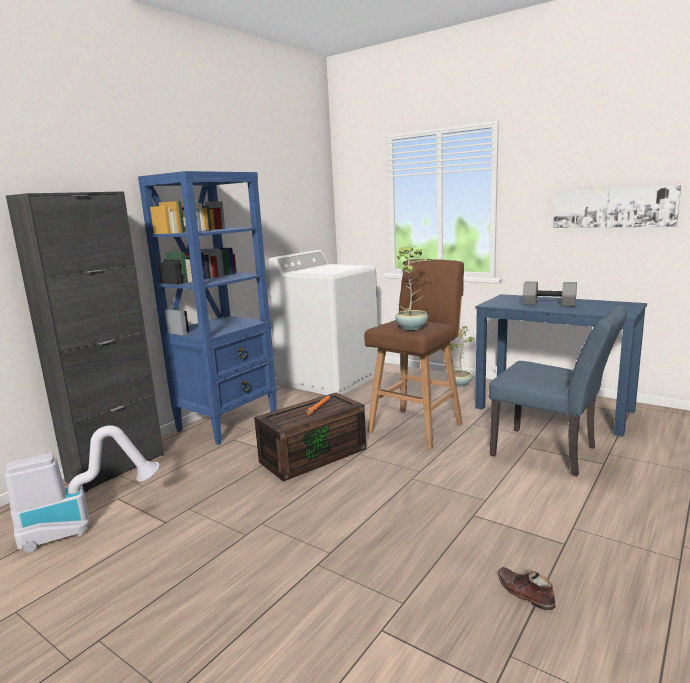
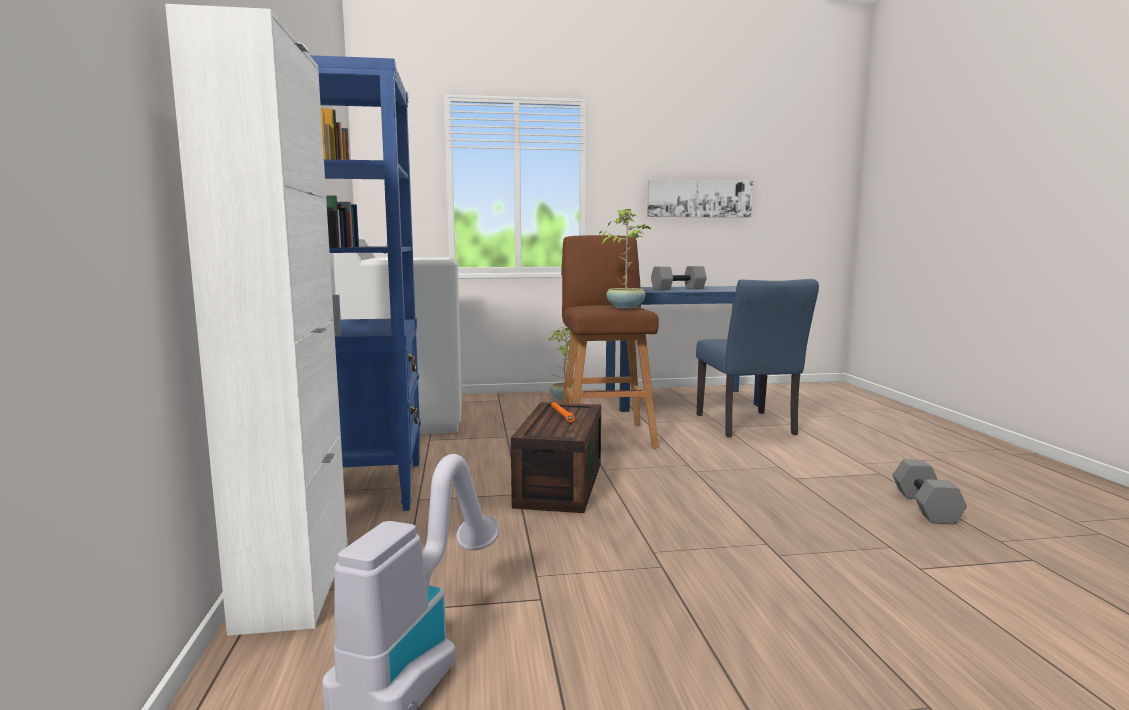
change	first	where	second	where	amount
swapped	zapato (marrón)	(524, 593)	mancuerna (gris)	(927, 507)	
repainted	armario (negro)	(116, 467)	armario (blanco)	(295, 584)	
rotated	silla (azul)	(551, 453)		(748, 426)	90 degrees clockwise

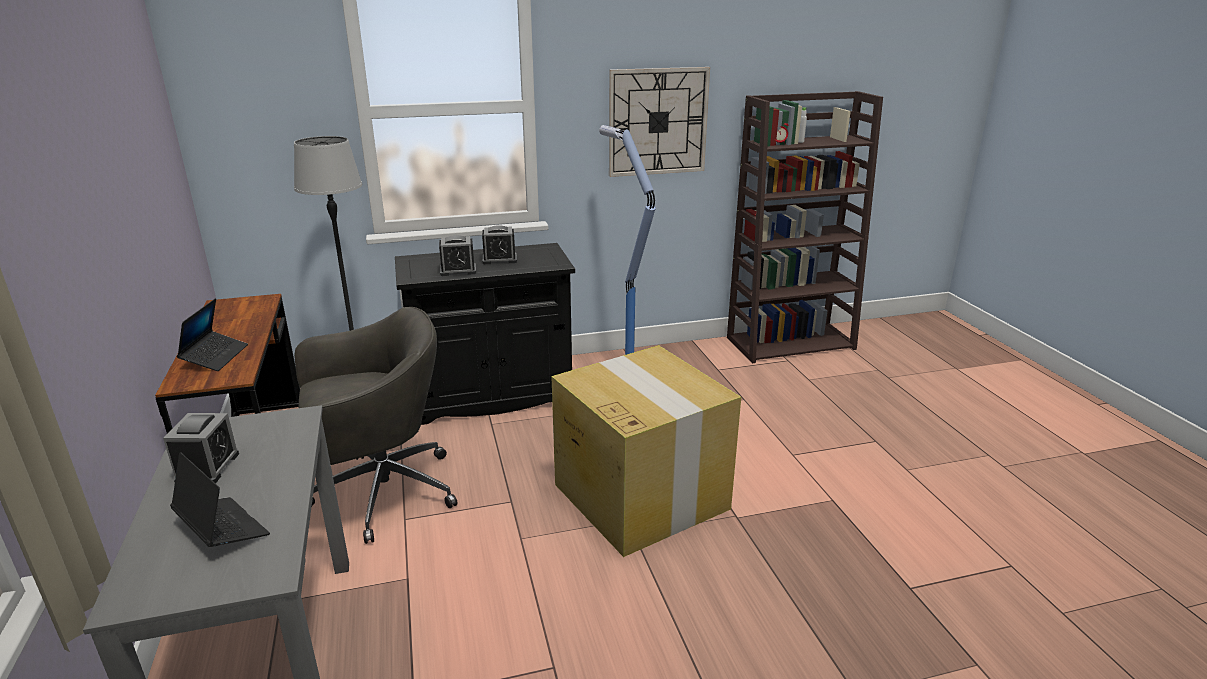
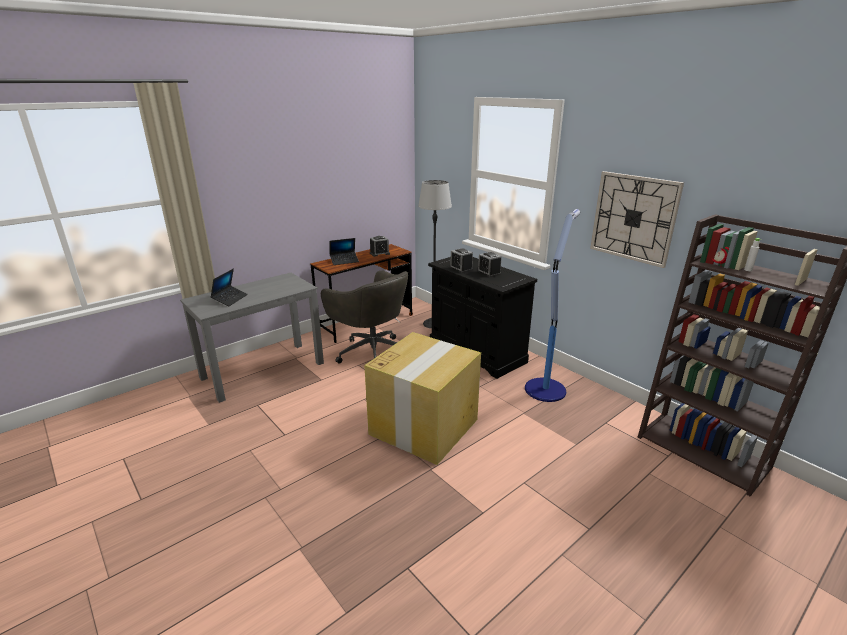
change	first	where	second	where	amount
shifted	despertador	(208, 467)		(379, 253)	

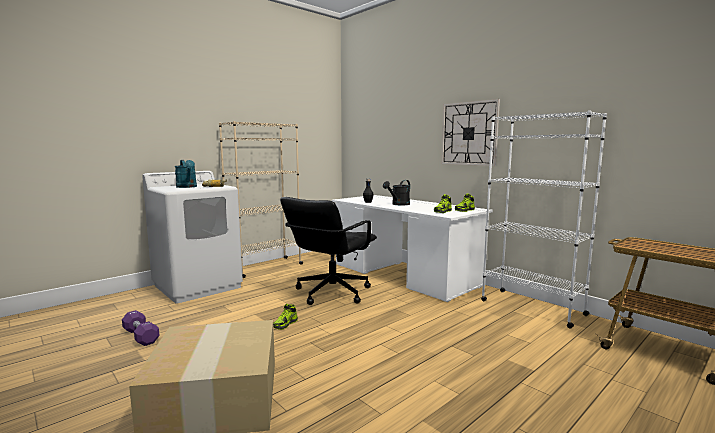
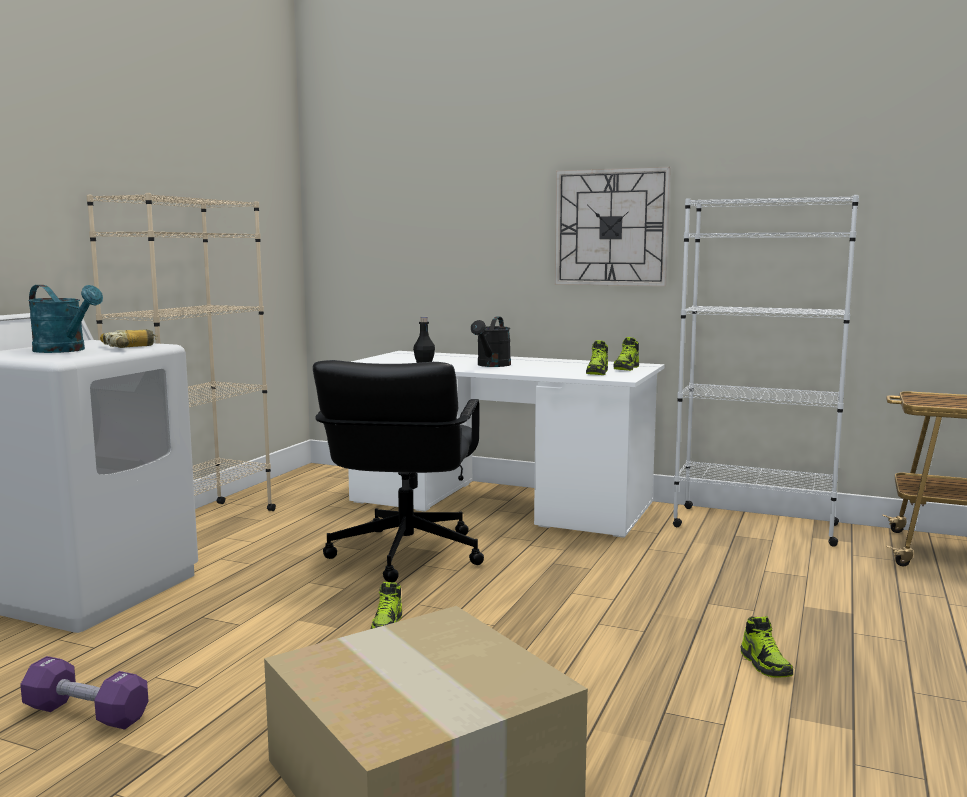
change	first	where	second	where	amount
new			zapato	(765, 665)	

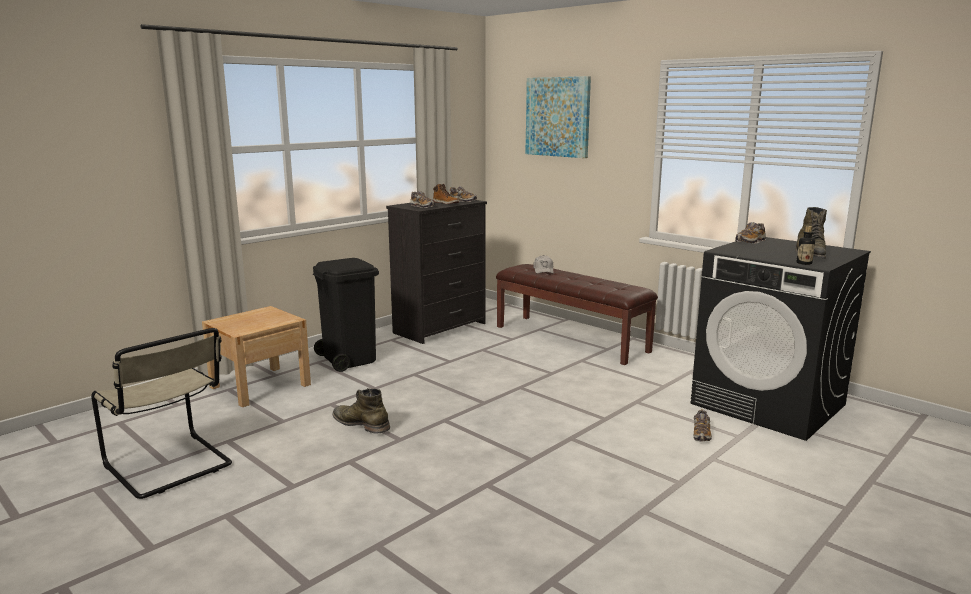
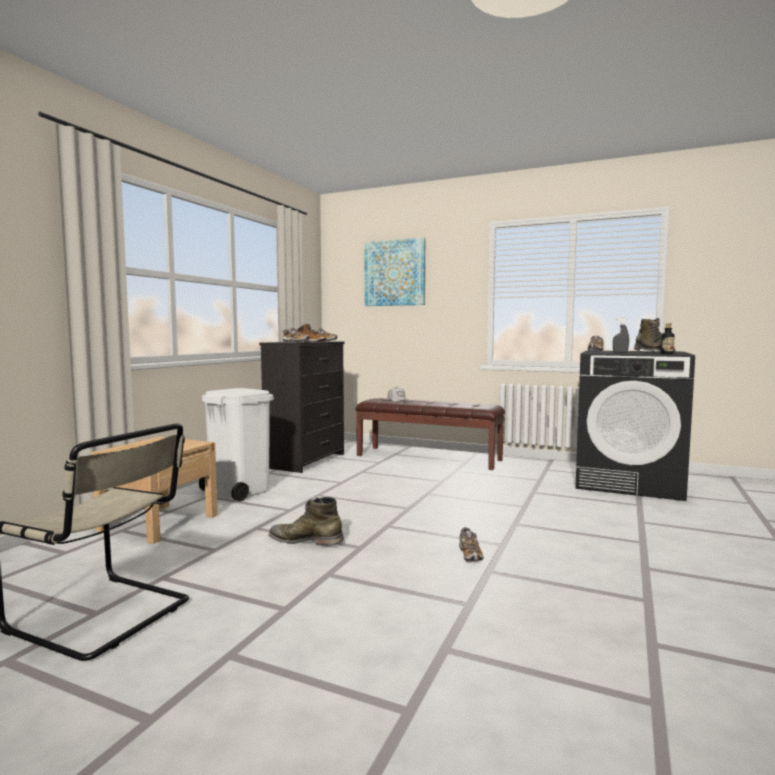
change	first	where	second	where	amount
new			pulverizador (gris)	(620, 352)	
shifted	zapato	(701, 434)		(470, 555)	
repainted	papelera (negro)	(349, 359)	papelera (blanco)	(238, 491)	

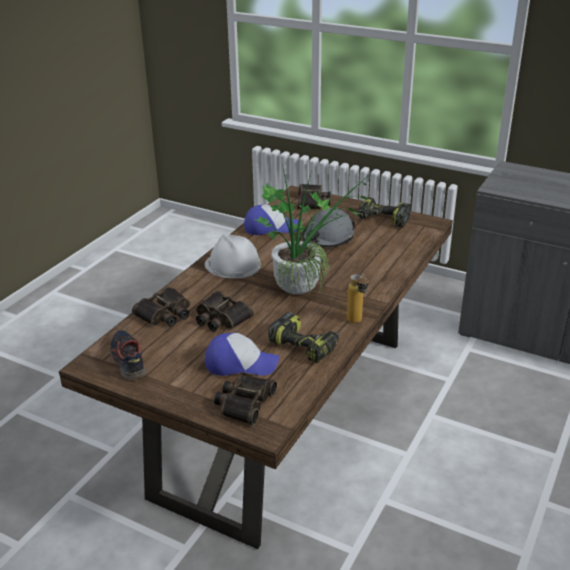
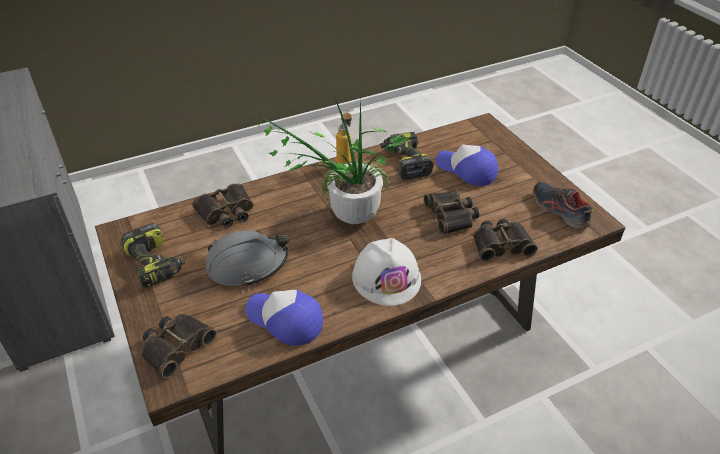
change	first	where	second	where	amount
shifted	prismáticos	(244, 403)		(226, 212)	
rotated	zapato	(127, 360)		(559, 210)	135 degrees clockwise

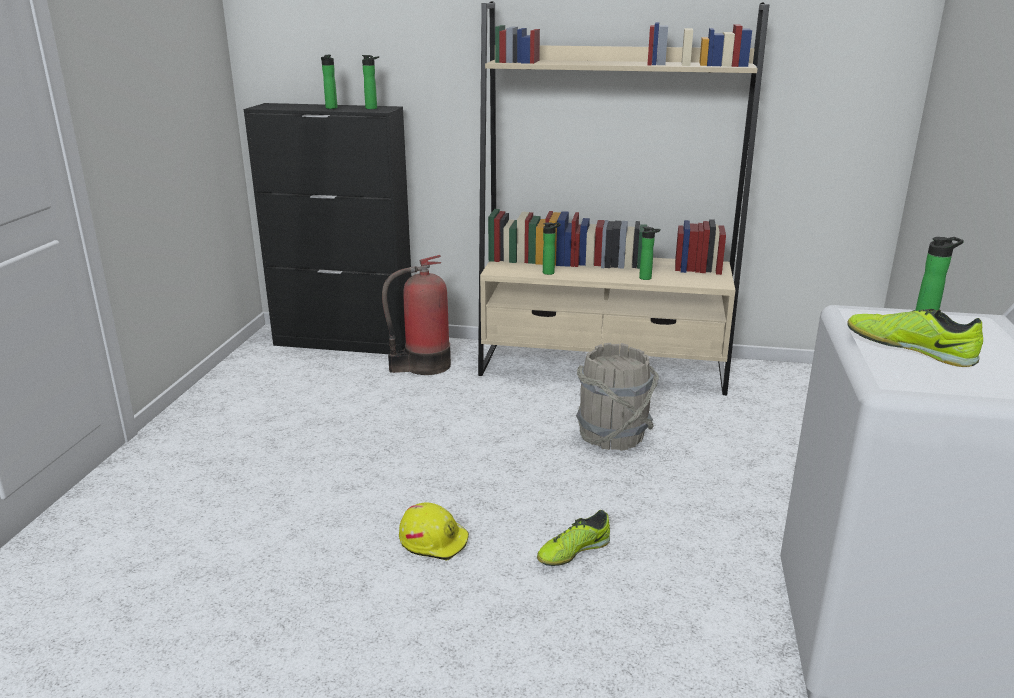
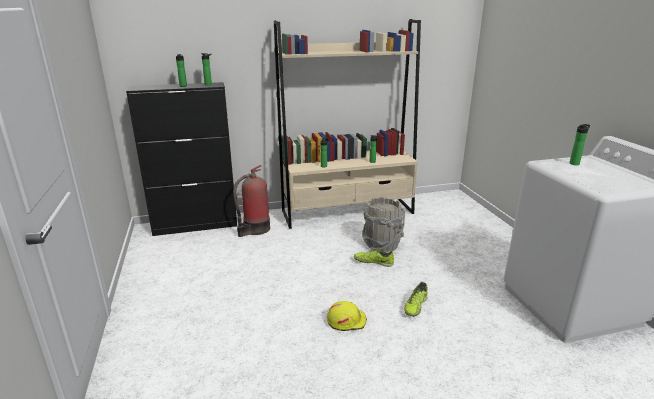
change	first	where	second	where	amount
shifted	zapato	(909, 349)		(373, 262)	

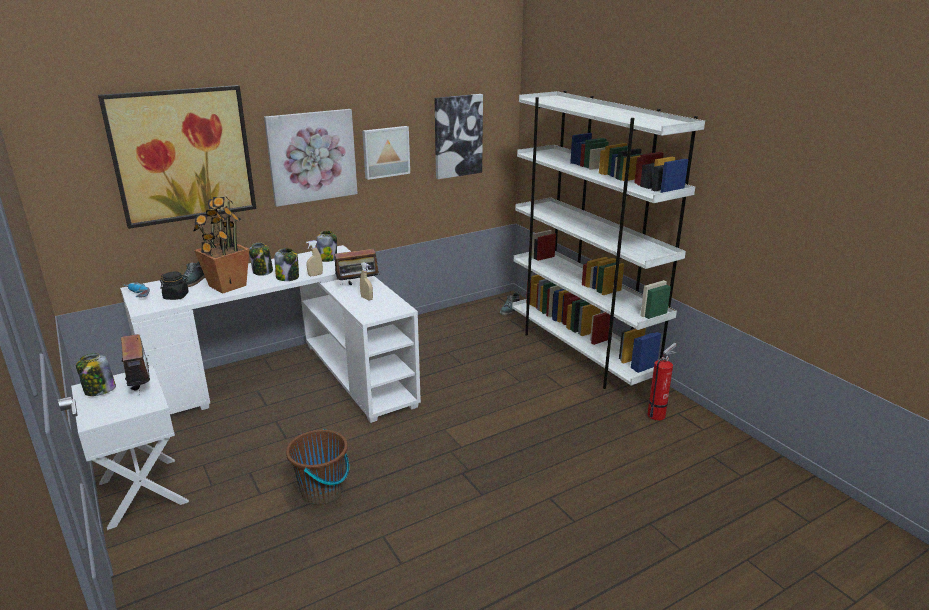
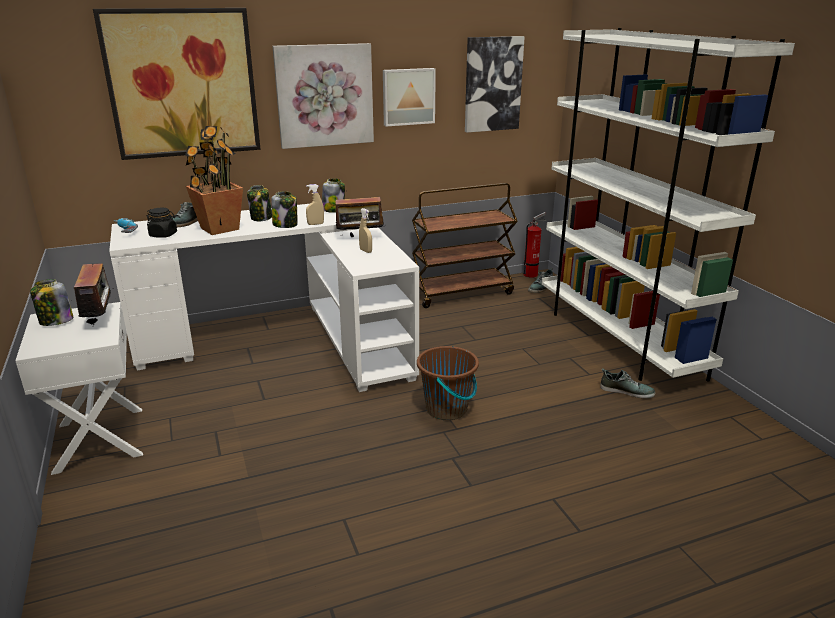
change	first	where	second	where	amount
new			carrito (marrón)	(461, 293)	
new			zapato	(626, 391)	
shifted	cubo (marrón)	(322, 491)		(447, 409)	
shifted	extintor	(657, 414)		(532, 274)	

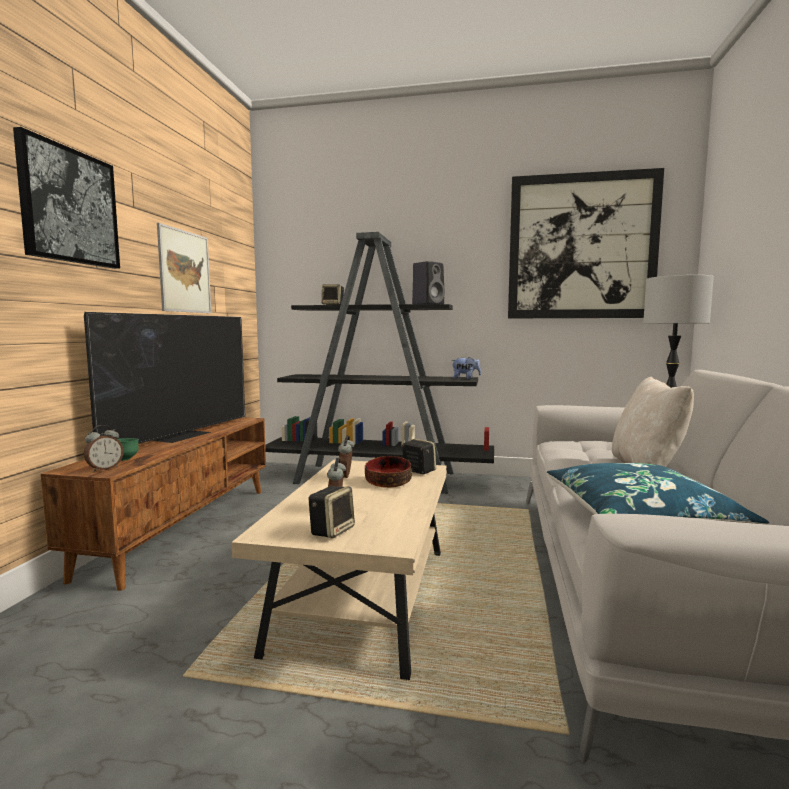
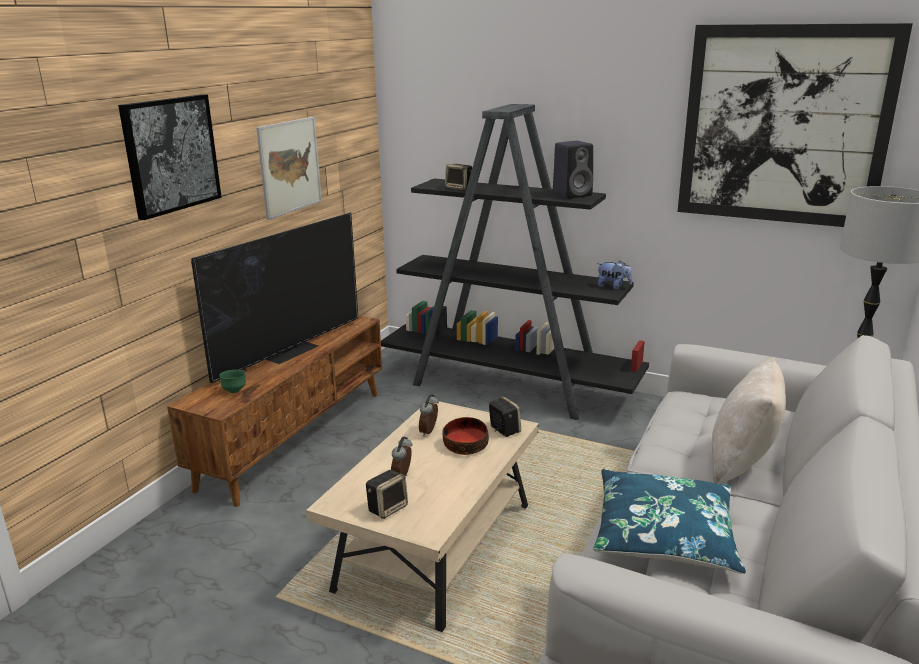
change	first	where	second	where	amount
gone	despertador	(104, 468)			

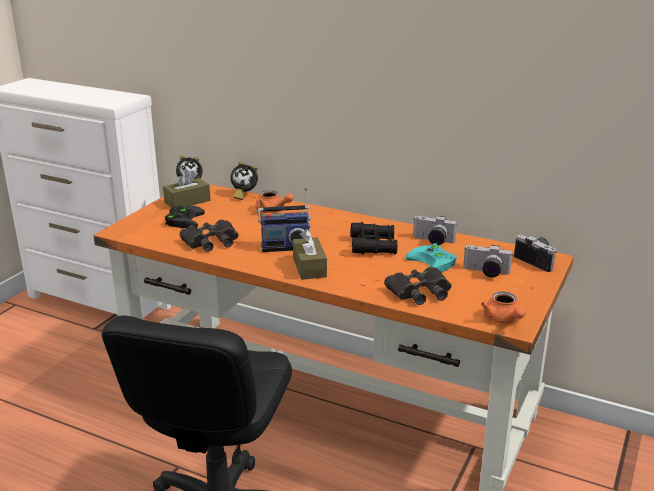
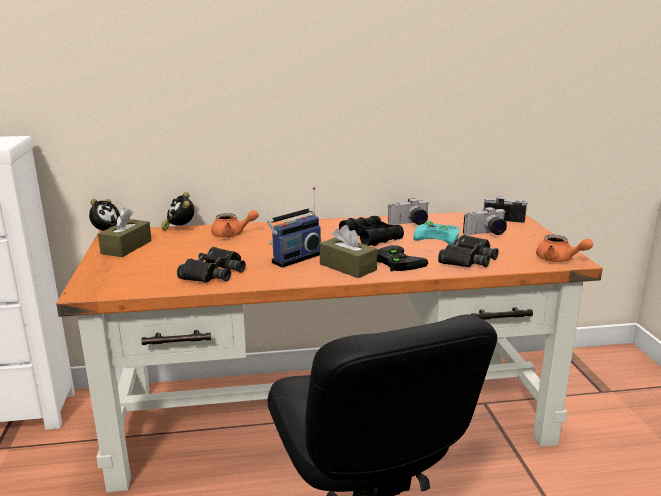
change	first	where	second	where	amount
shifted	mando de consola (negro)	(183, 219)		(396, 262)	
rotated	despertador	(243, 195)		(180, 229)	105 degrees clockwise

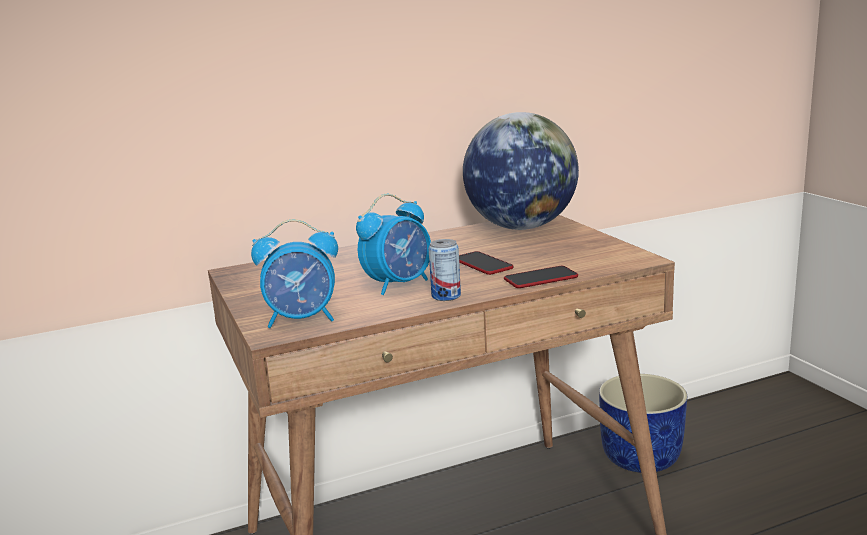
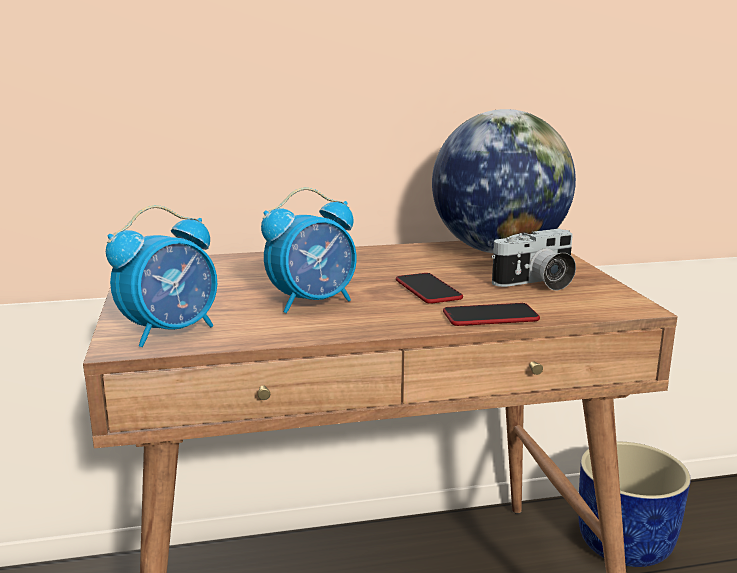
change	first	where	second	where	amount
gone	lata	(446, 296)			
new			cámara	(537, 283)	
rotated	despertador	(302, 319)		(171, 332)	45 degrees counterclockwise

